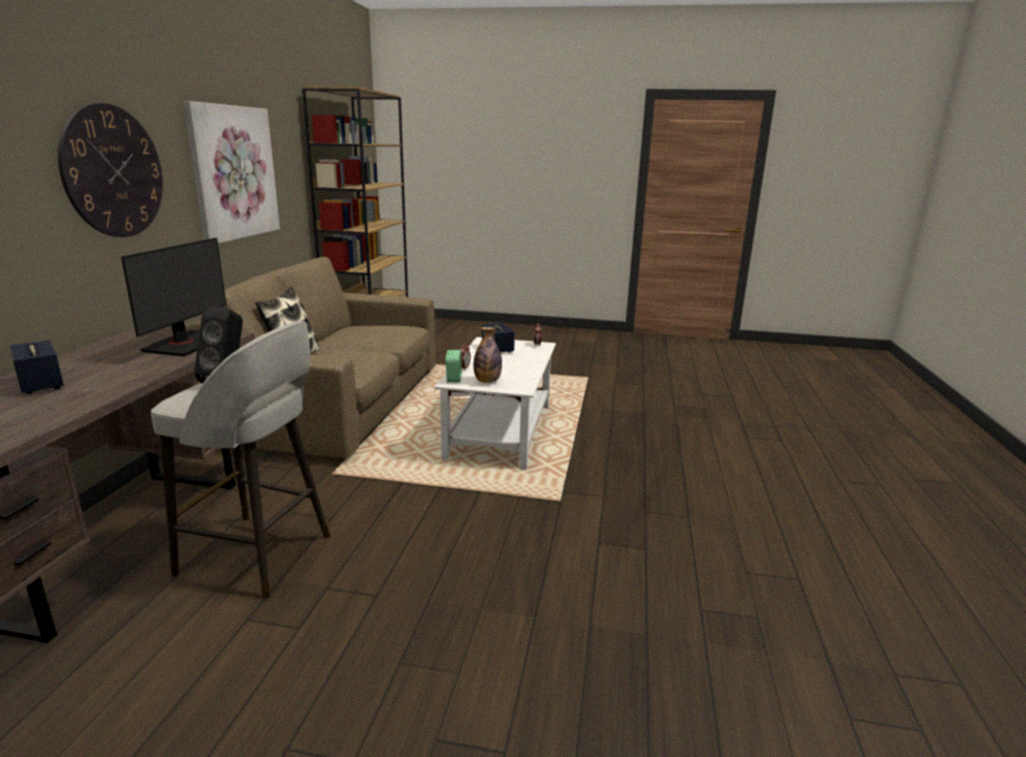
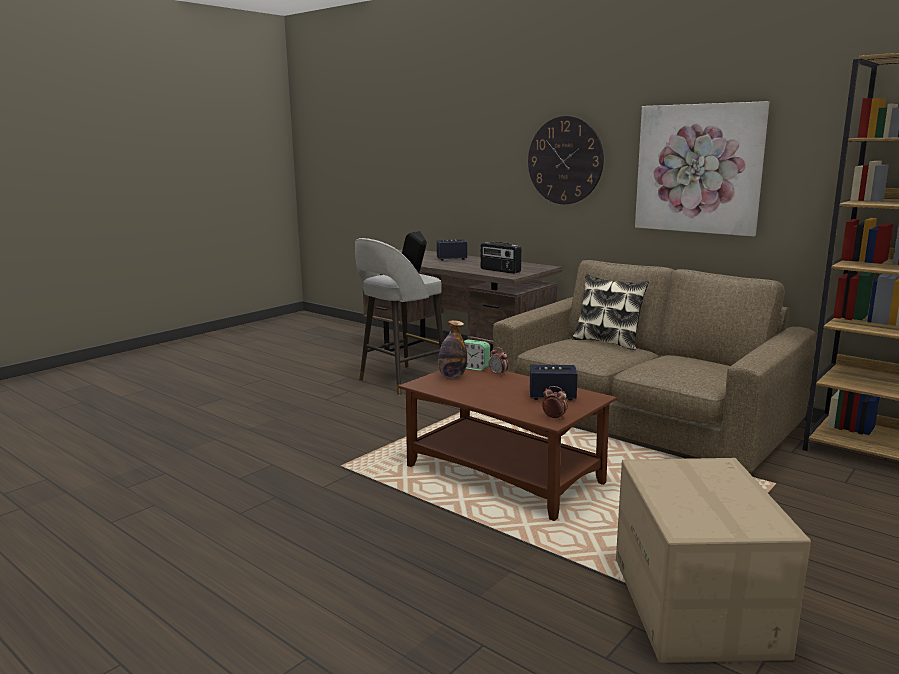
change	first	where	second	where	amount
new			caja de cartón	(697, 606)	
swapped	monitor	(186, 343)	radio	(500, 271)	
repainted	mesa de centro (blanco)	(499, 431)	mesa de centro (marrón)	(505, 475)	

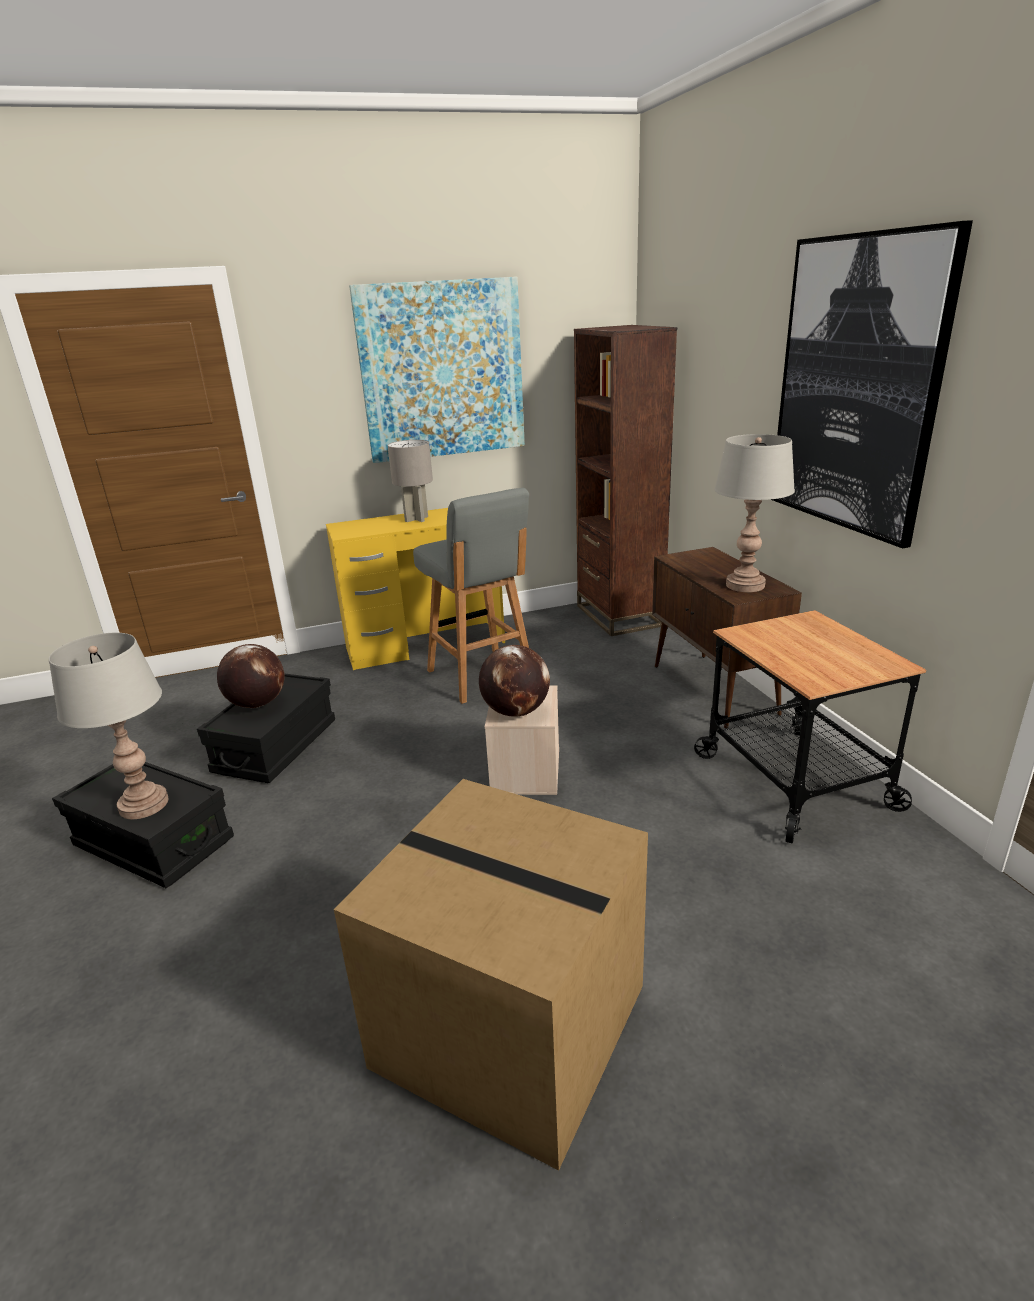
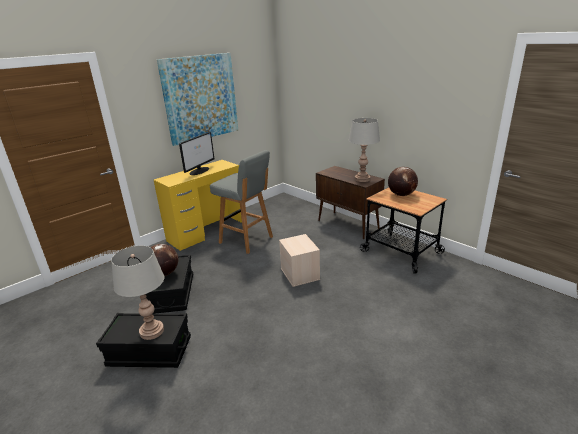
change	first	where	second	where	amount
gone	caja de cartón	(506, 1026)			
gone	estantería (marrón)	(619, 615)			
gone	cuadro	(856, 387)			
shifted	globo terráqueo	(515, 711)		(401, 195)	
swapped	lámpara de mesa (gris)	(416, 519)	monitor	(199, 171)	

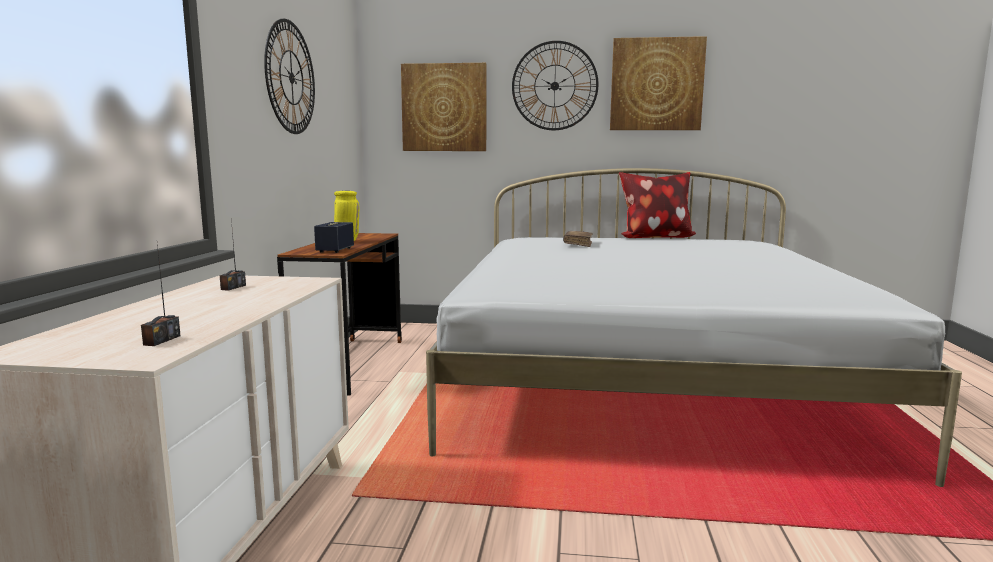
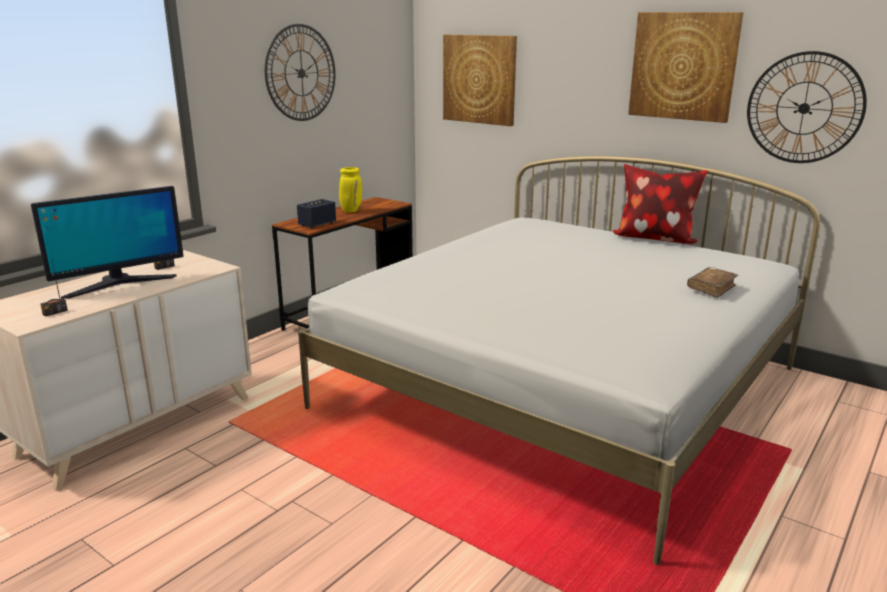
change	first	where	second	where	amount
new			monitor	(119, 284)	
shifted	reloj de pared	(554, 86)		(804, 108)	
shifted	libro (marrón)	(578, 244)		(711, 288)	

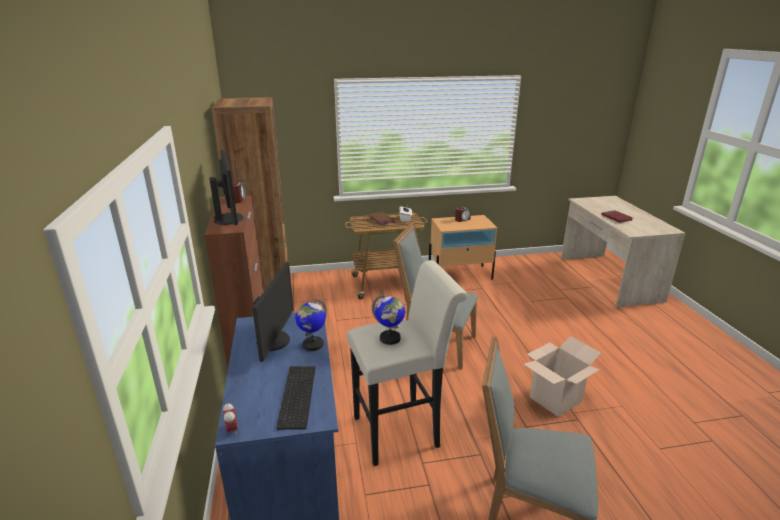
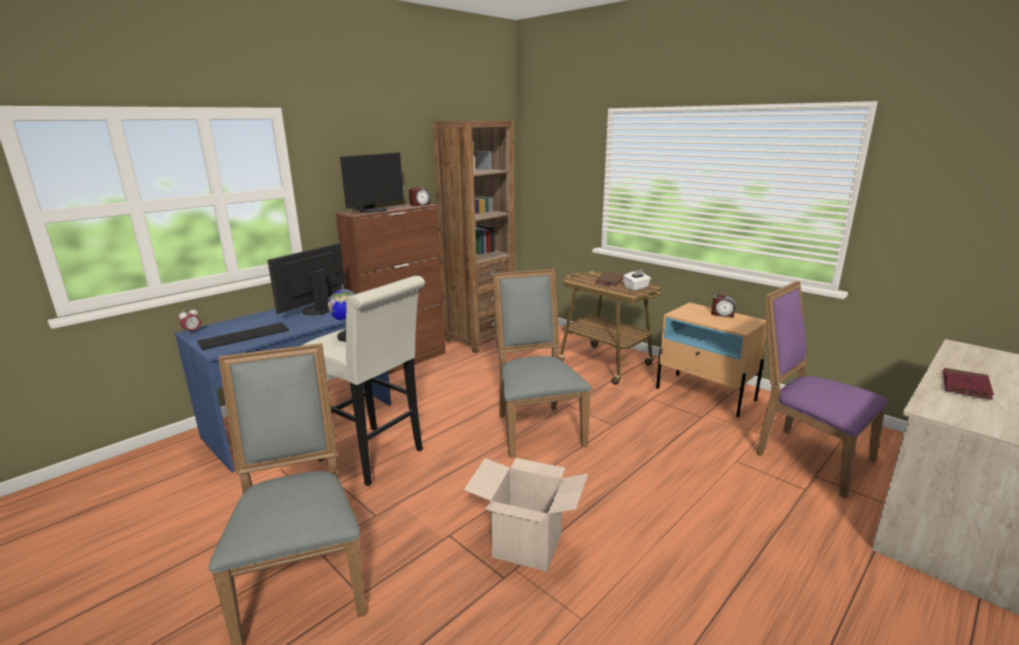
change	first	where	second	where	amount
gone	globo terráqueo	(312, 344)			
new			silla (morado)	(806, 456)	
rotated	monitor	(275, 341)		(317, 310)	150 degrees clockwise

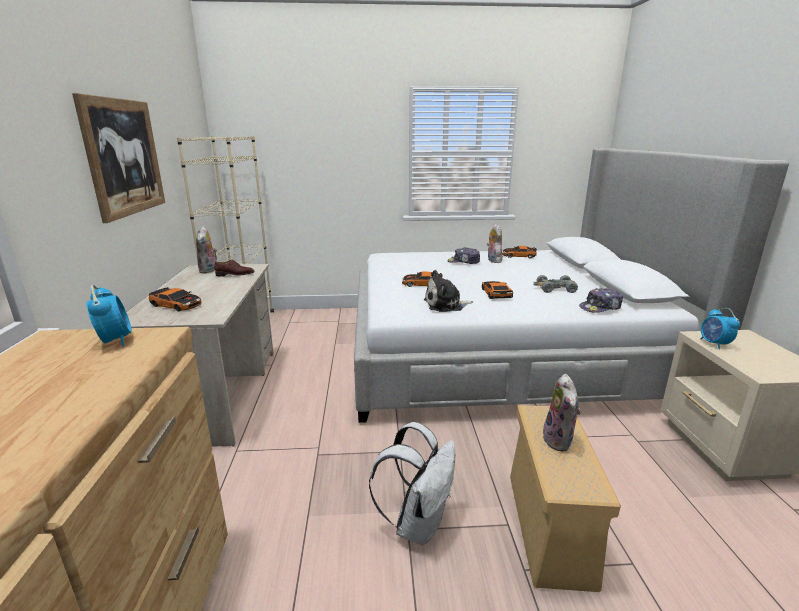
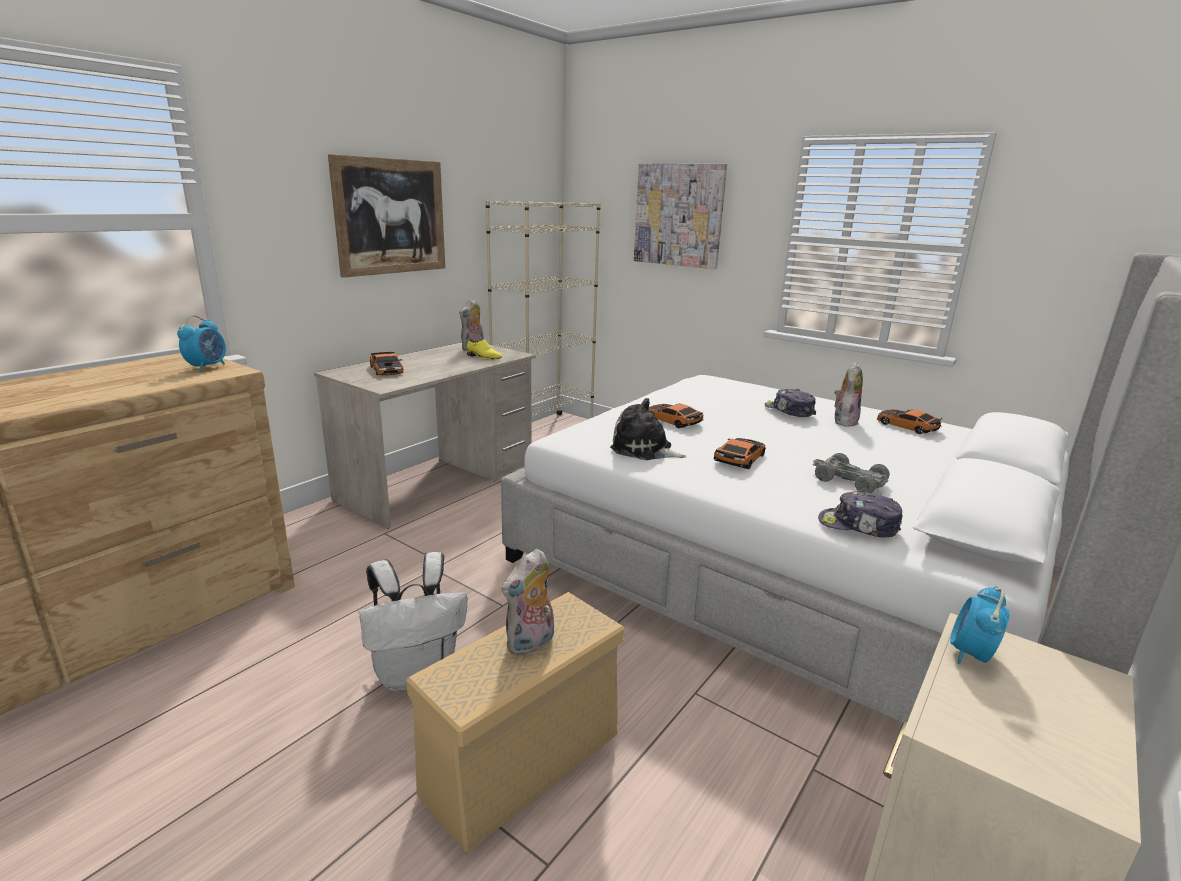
change	first	where	second	where	amount
new			cuadro	(679, 215)	
repainted	zapato (marrón)	(235, 274)	zapato (amarillo)	(484, 357)	

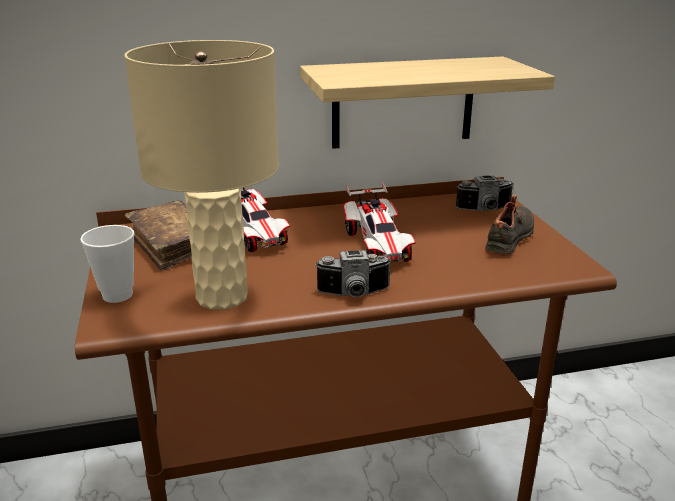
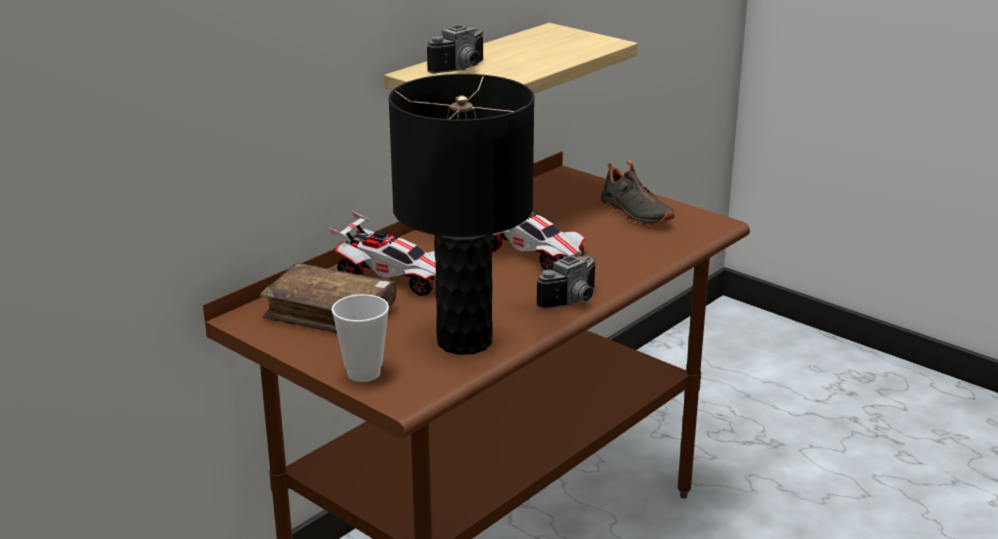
change	first	where	second	where	amount
shifted	cámara	(485, 210)		(463, 69)	
repainted	lámpara de mesa (beis)	(221, 297)	lámpara de mesa (negro)	(464, 342)	
rotated	zapato (negro)	(511, 239)		(634, 214)	150 degrees clockwise

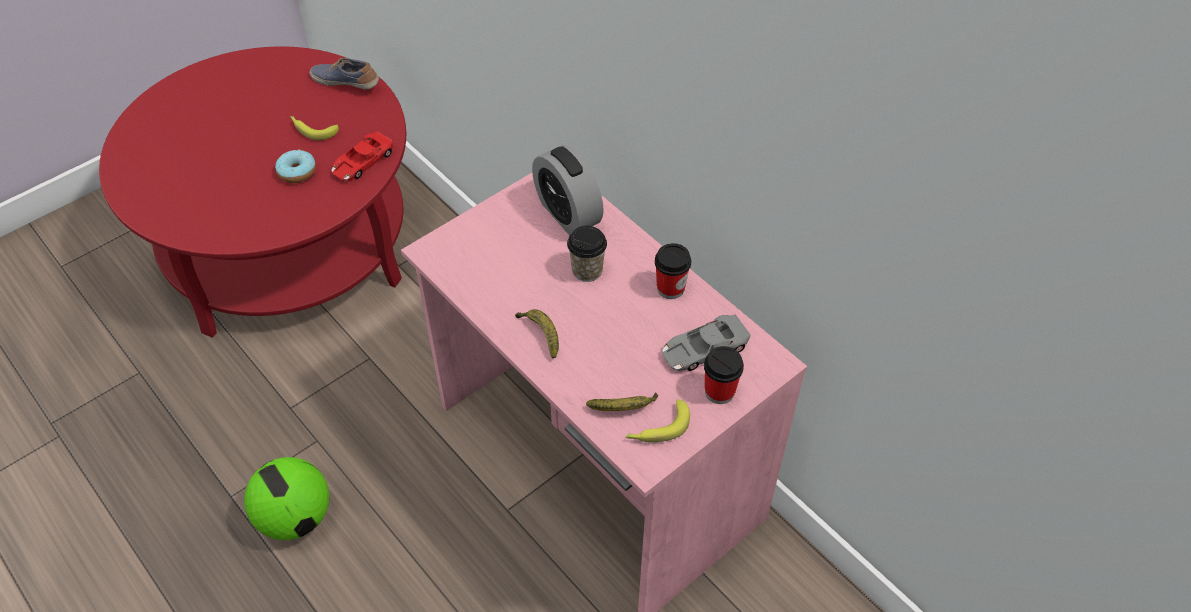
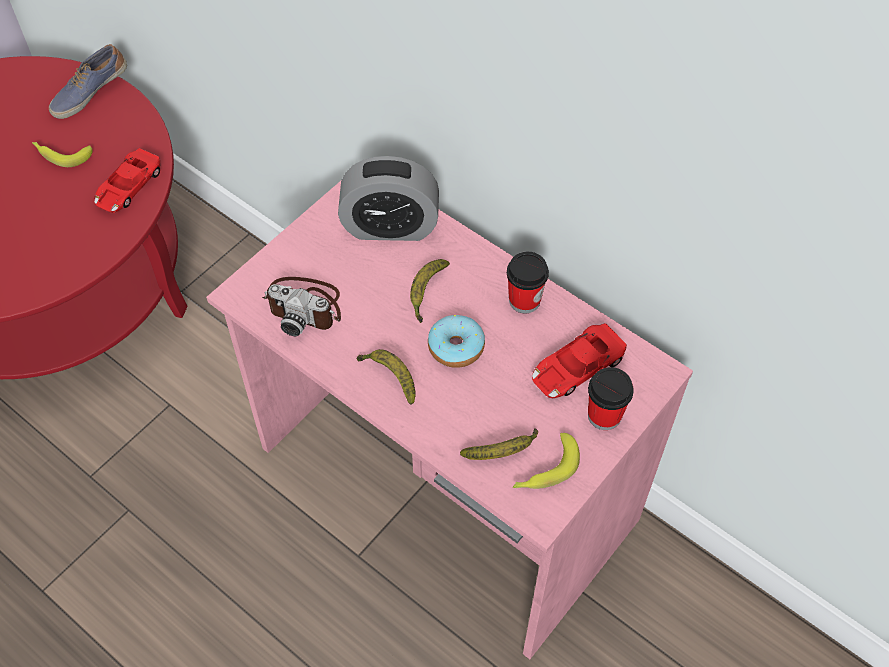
change	first	where	second	where	amount
gone	balón de fútbol	(295, 517)			
new			cámara	(305, 306)	
shifted	rosquilla	(297, 172)		(456, 347)	
swapped	taza	(587, 270)	plátano	(426, 292)	
repainted	coche de juguete (gris)	(704, 349)	coche de juguete (rojo)	(576, 367)	
rotated	zapato	(346, 82)		(89, 92)	60 degrees counterclockwise
rotated	despertador	(568, 213)		(390, 227)	45 degrees counterclockwise

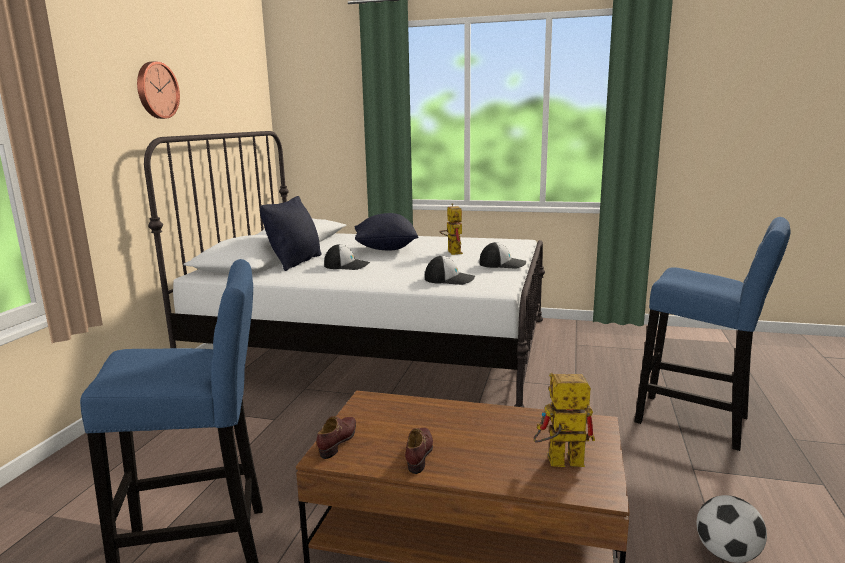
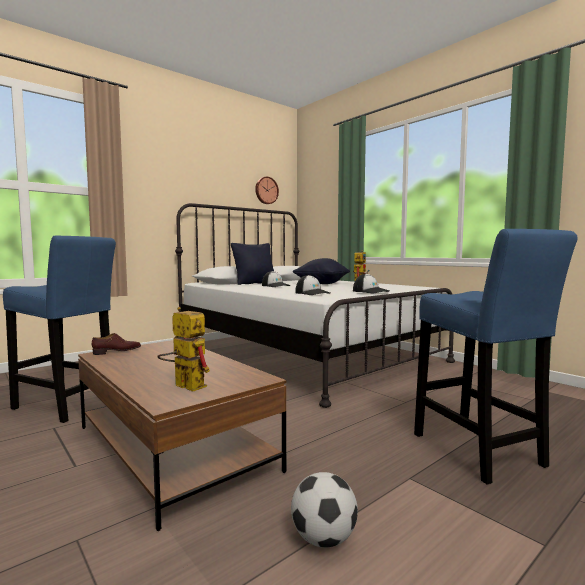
change	first	where	second	where	amount
gone	zapato (marrón)	(420, 453)			
shifted	reloj de pared	(156, 90)		(266, 190)	

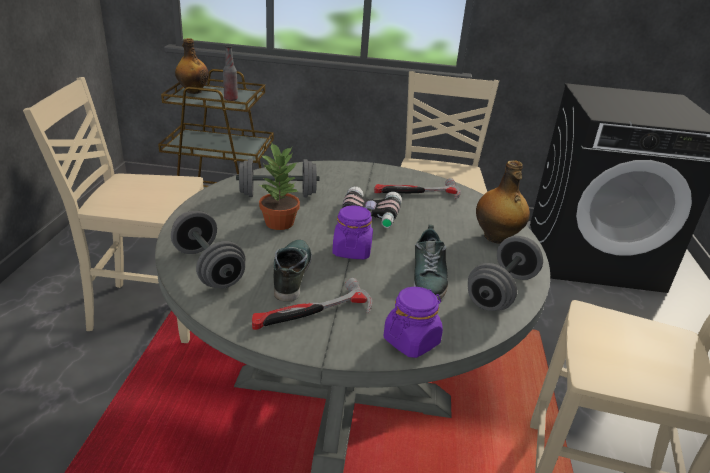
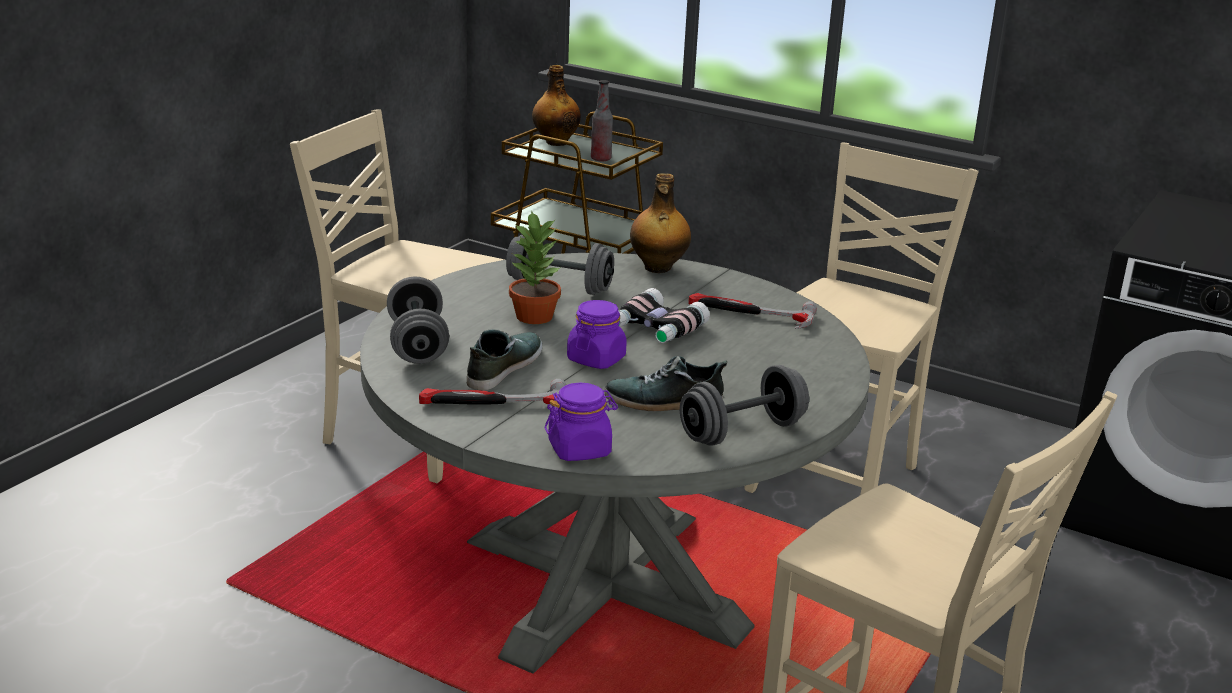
change	first	where	second	where	amount
shifted	botella	(496, 238)		(657, 268)	
rotated	zapato	(429, 277)		(664, 401)	60 degrees clockwise

